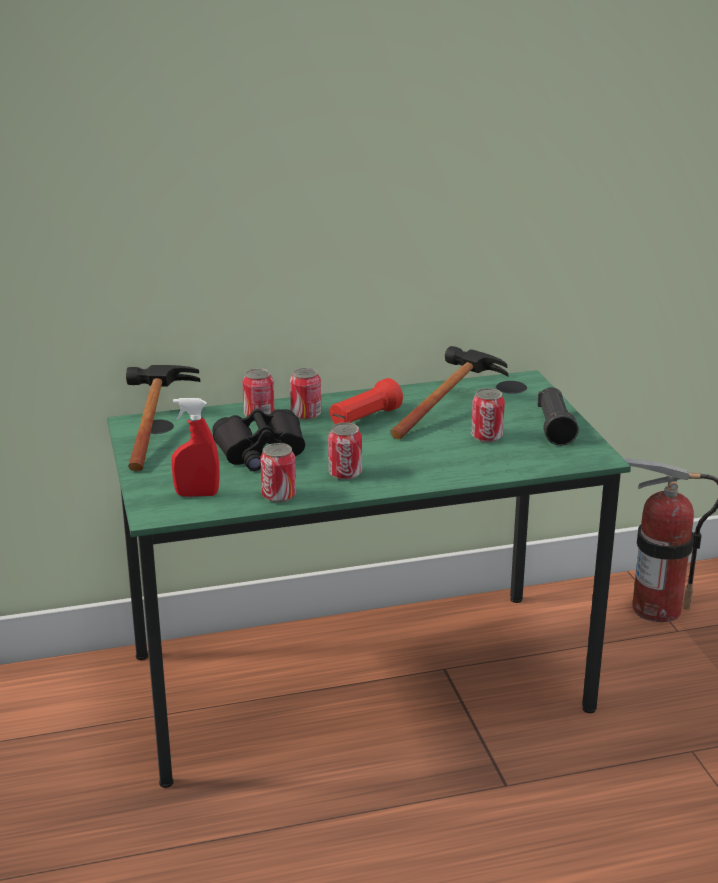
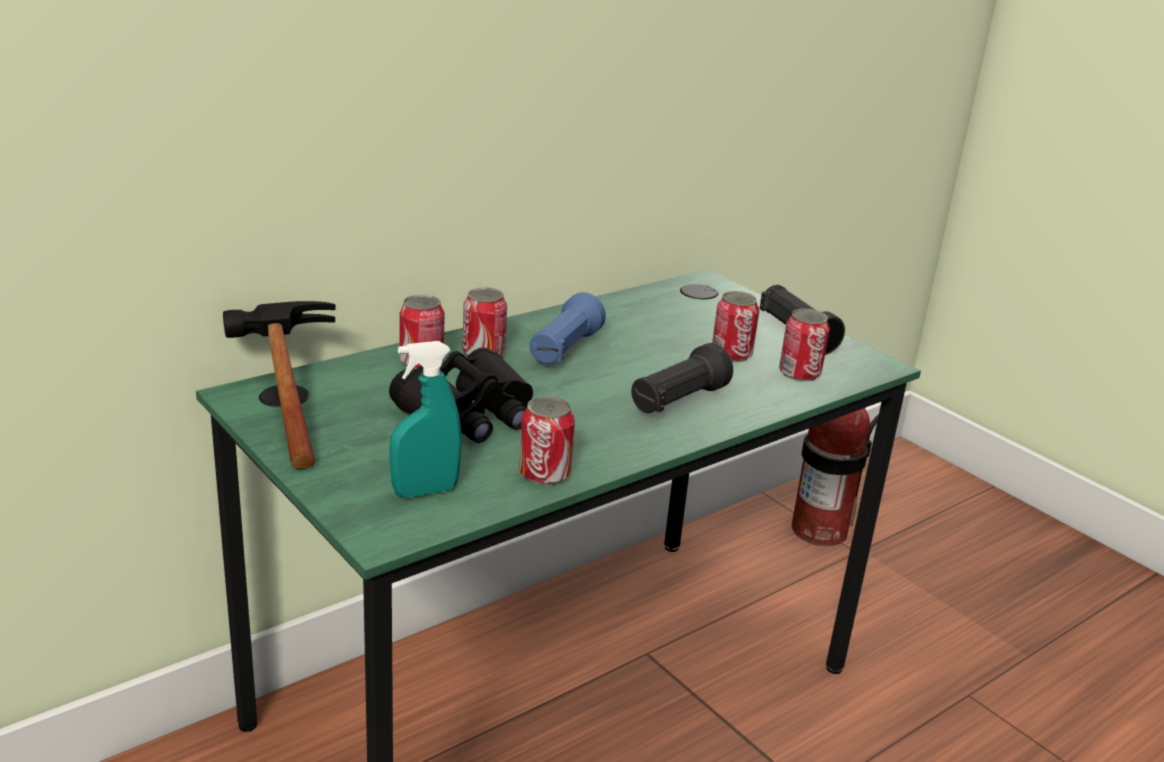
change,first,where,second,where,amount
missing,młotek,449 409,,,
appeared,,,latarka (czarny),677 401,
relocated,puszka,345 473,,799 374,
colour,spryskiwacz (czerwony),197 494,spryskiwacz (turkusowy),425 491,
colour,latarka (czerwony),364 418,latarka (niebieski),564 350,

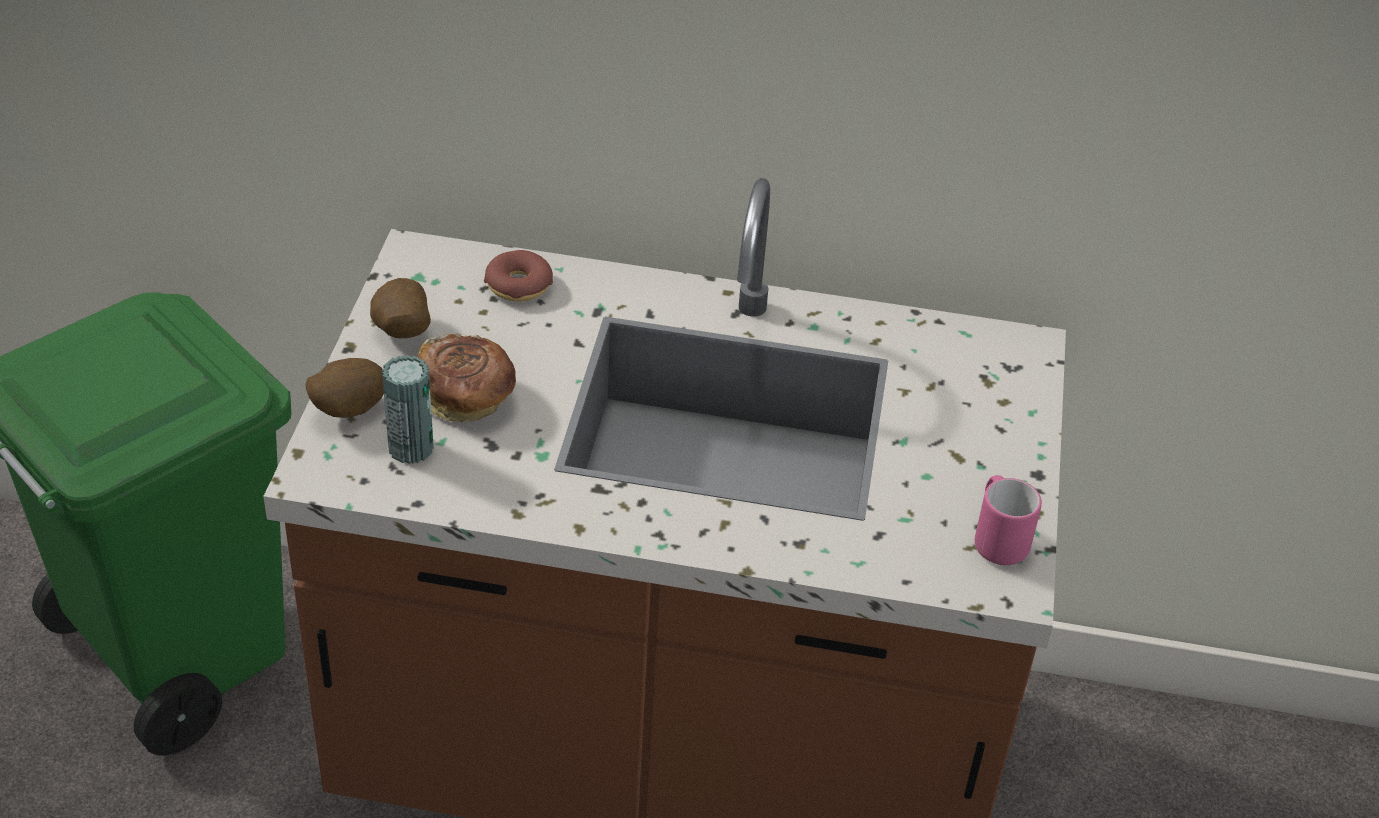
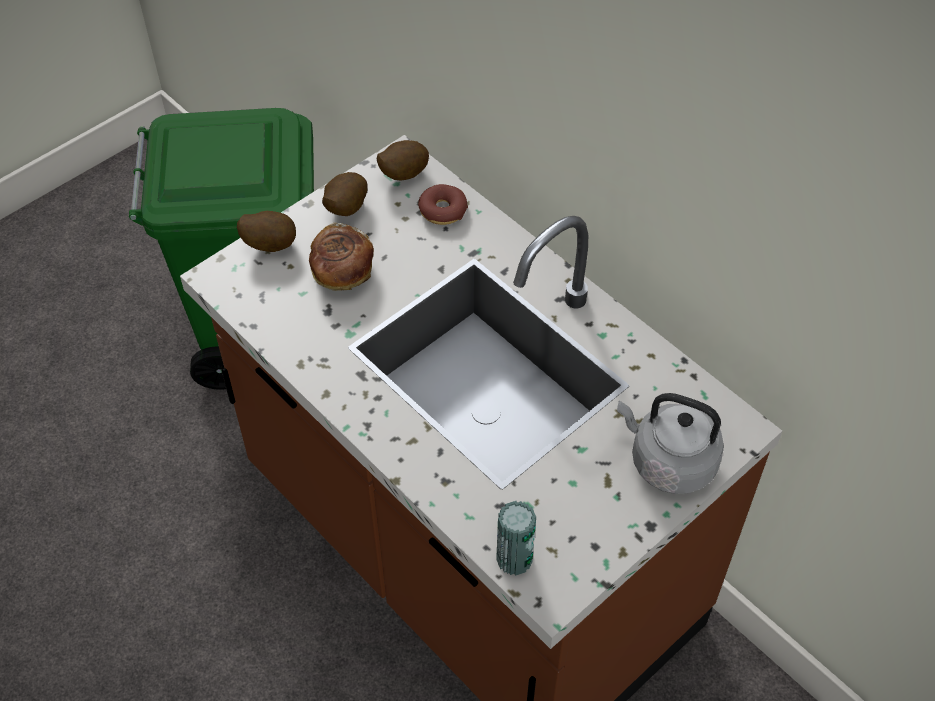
change,first,where,second,where,amount
missing,kubek (różowy),997 539,,,
appeared,,,ziemniak,402 174,
appeared,,,czajnik (szary),668 462,
relocated,puszka,411 448,,514 559,

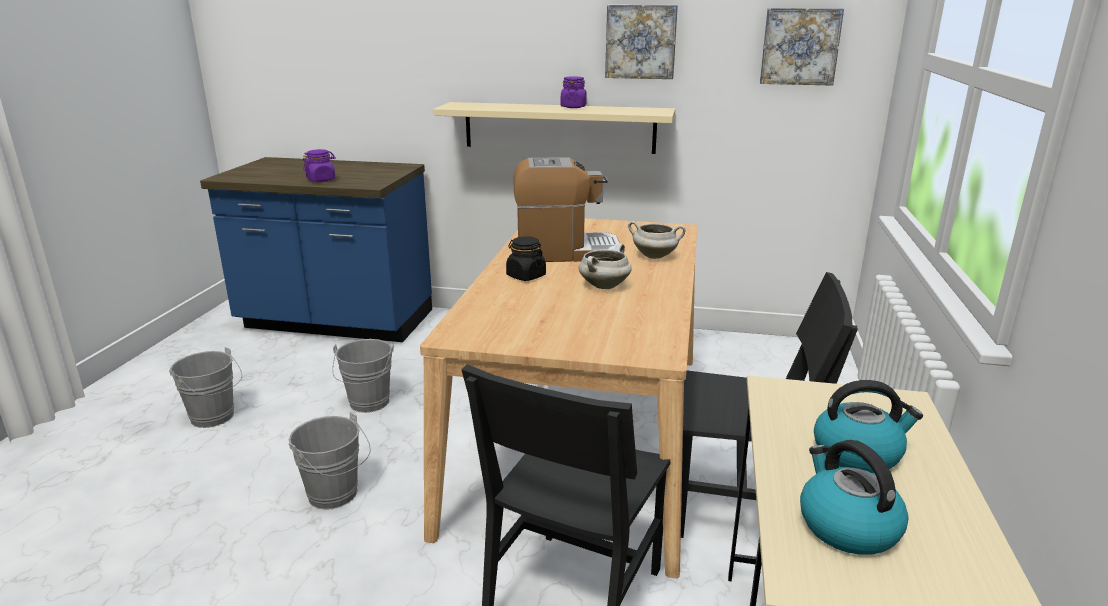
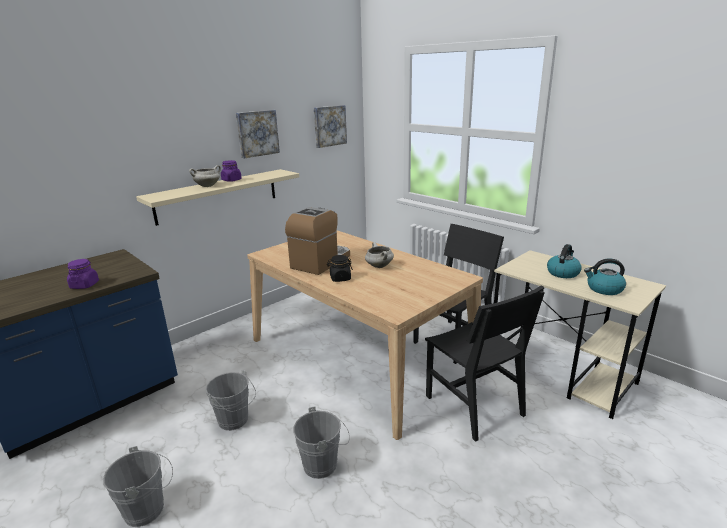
change,first,where,second,where,amount
relocated,garnek (biały),655 256,,207 186,

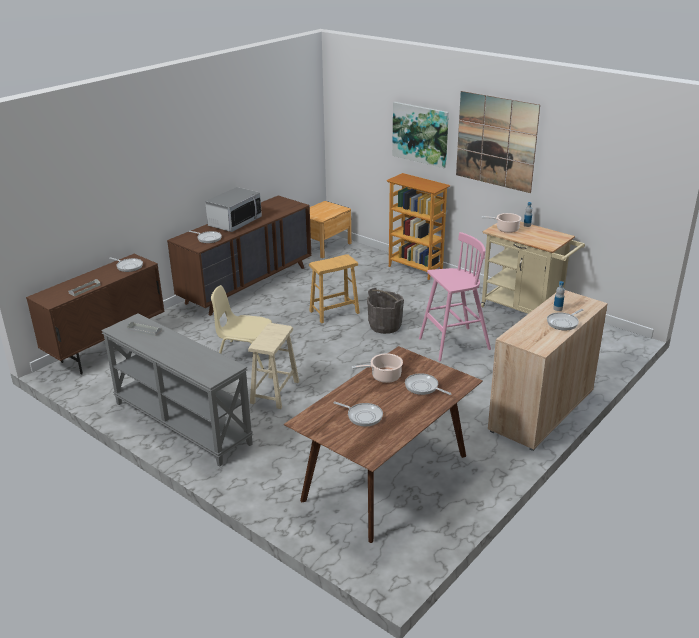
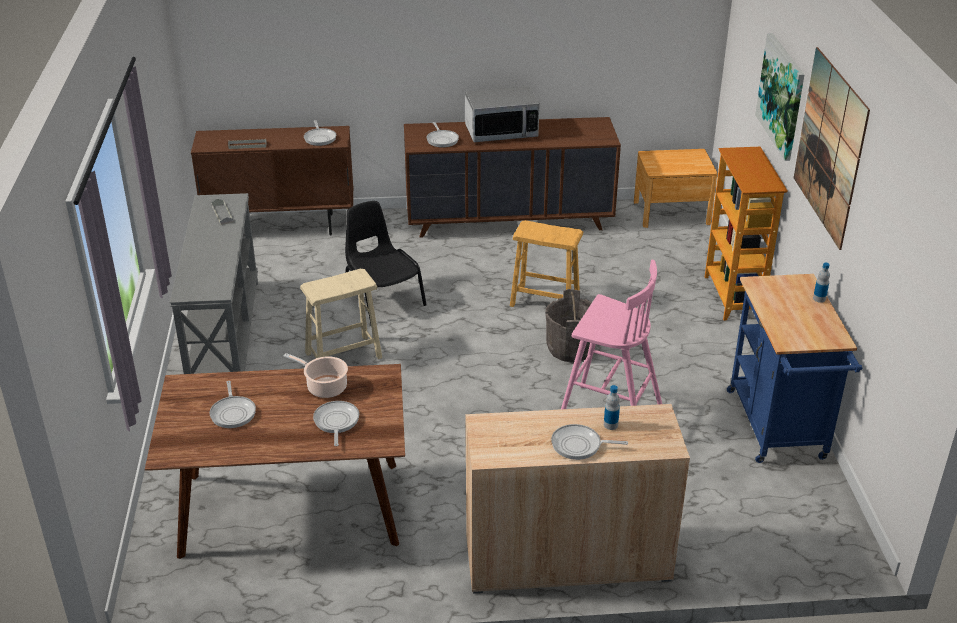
change,first,where,second,where,amount
missing,garnek,506 229,,,
colour,krzesło (beżowy),245 354,krzesło (czarny),383 299,
colour,wózek (beżowy),525 311,wózek (niebieski),778 430,

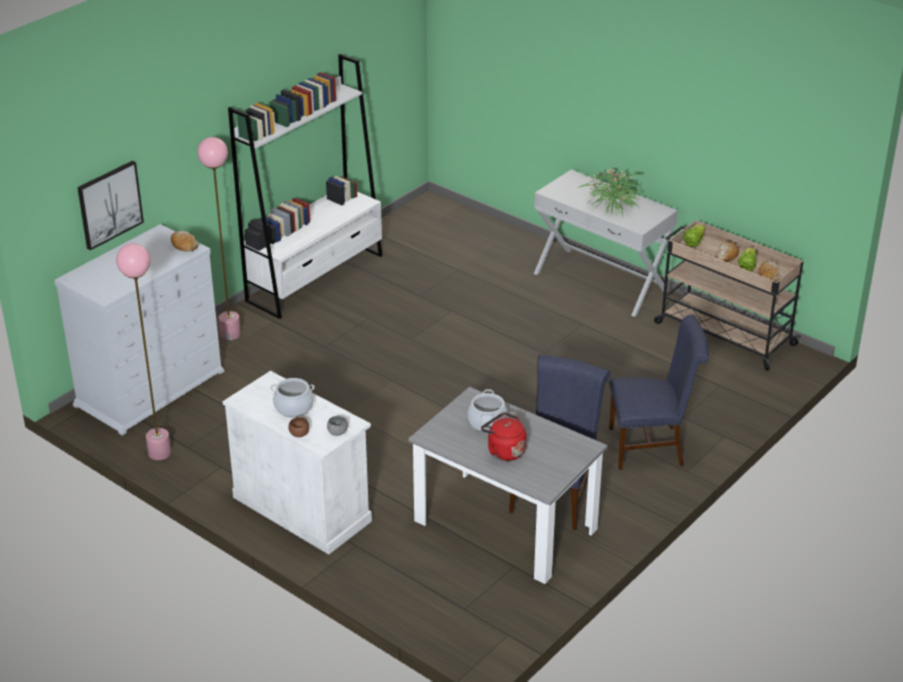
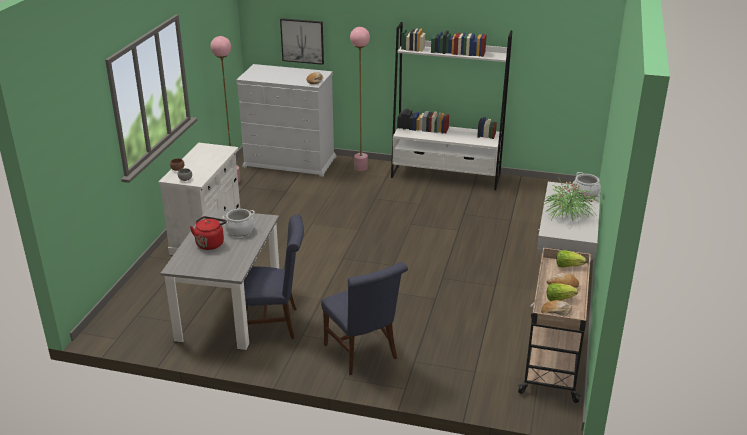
change,first,where,second,where,amount
relocated,garnek,293 407,,585 194,

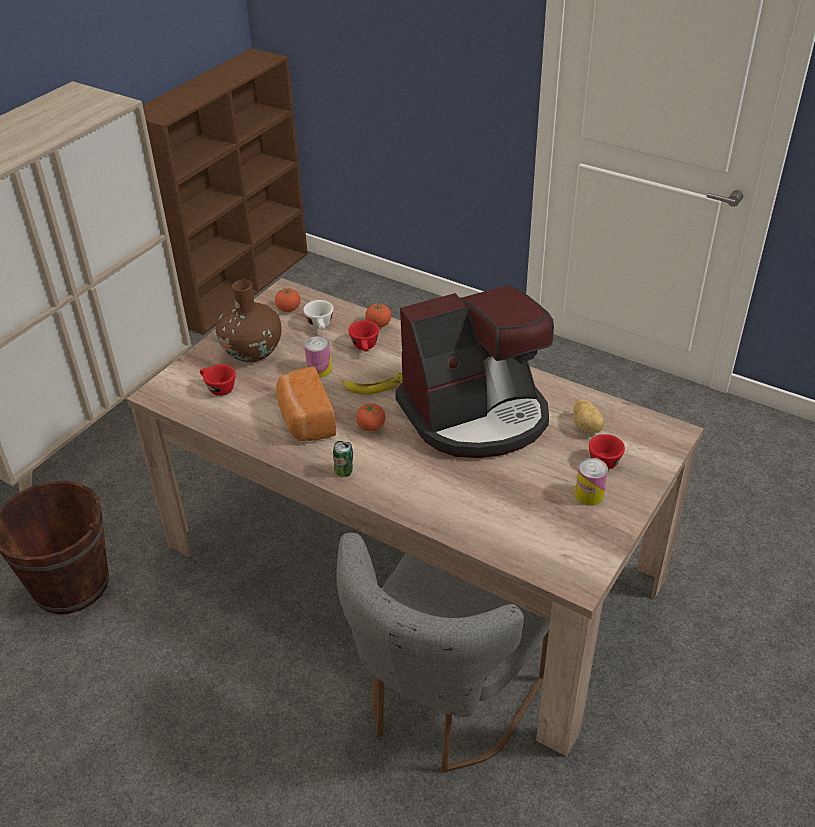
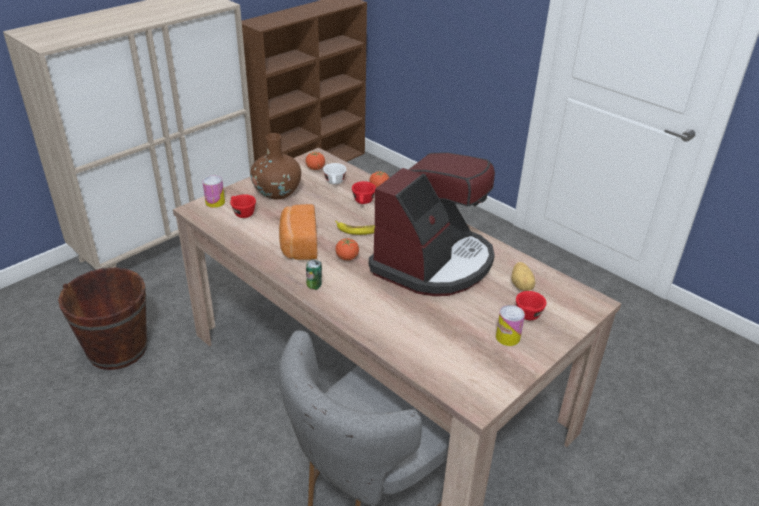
change,first,where,second,where,amount
relocated,puszka,319 370,,215 202,
spun,ekspres do kawy,476 415,,433 262,45 degrees counterclockwise

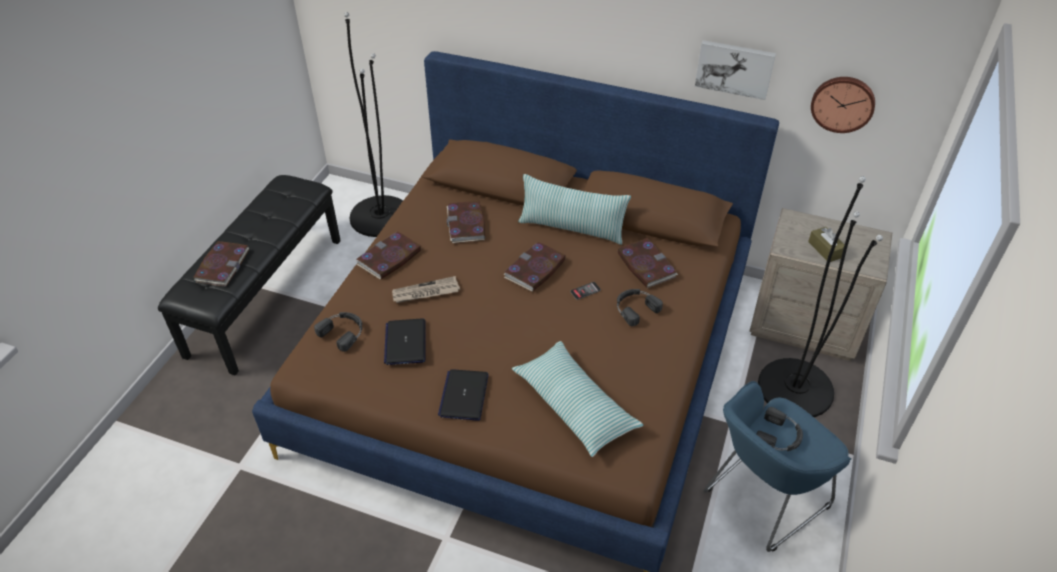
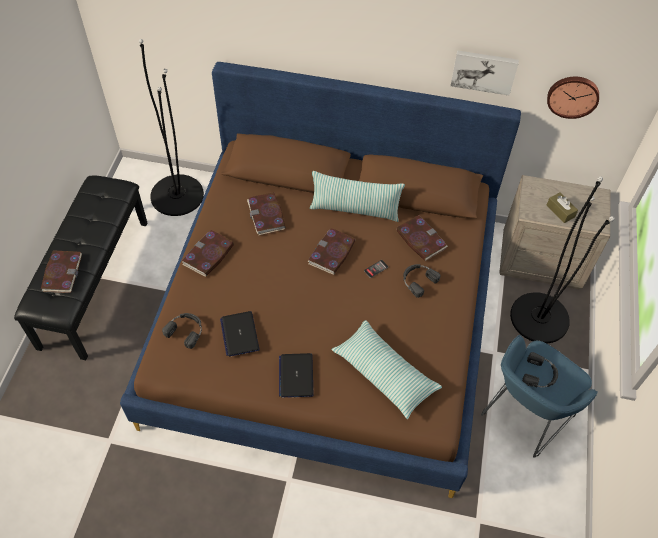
change,first,where,second,where,amount
missing,gazeta,425 292,,,

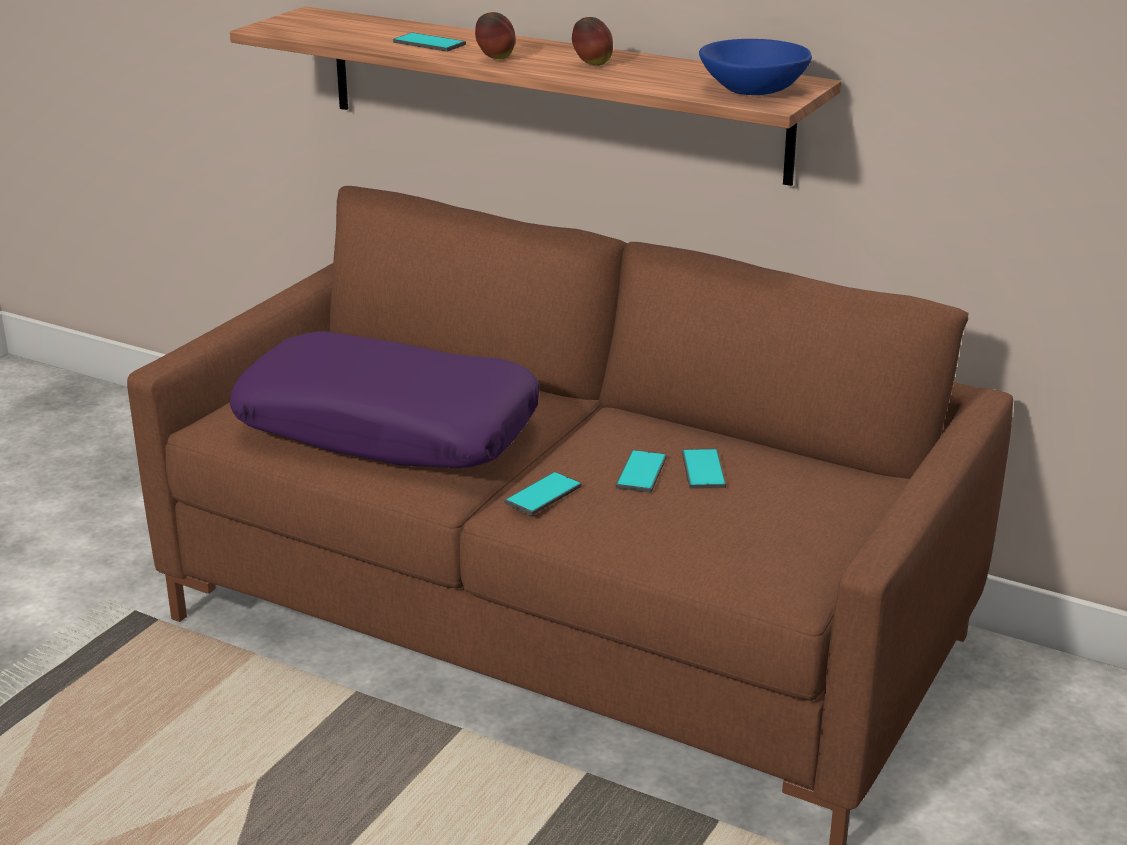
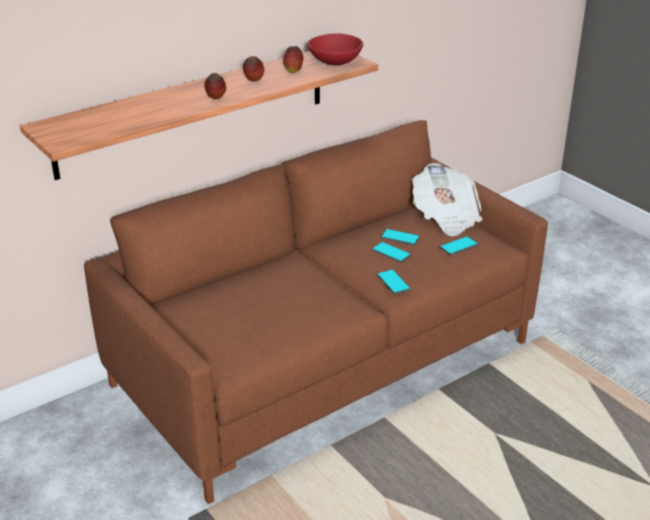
change,first,where,second,where,amount
missing,poduszka (fioletowy),389 428,,,
appeared,,,jabłko,293 71,
appeared,,,gazeta,445 217,
relocated,telefon,429 43,,458 246,
colour,miska (niebieski),752 90,miska (czerwony),335 62,

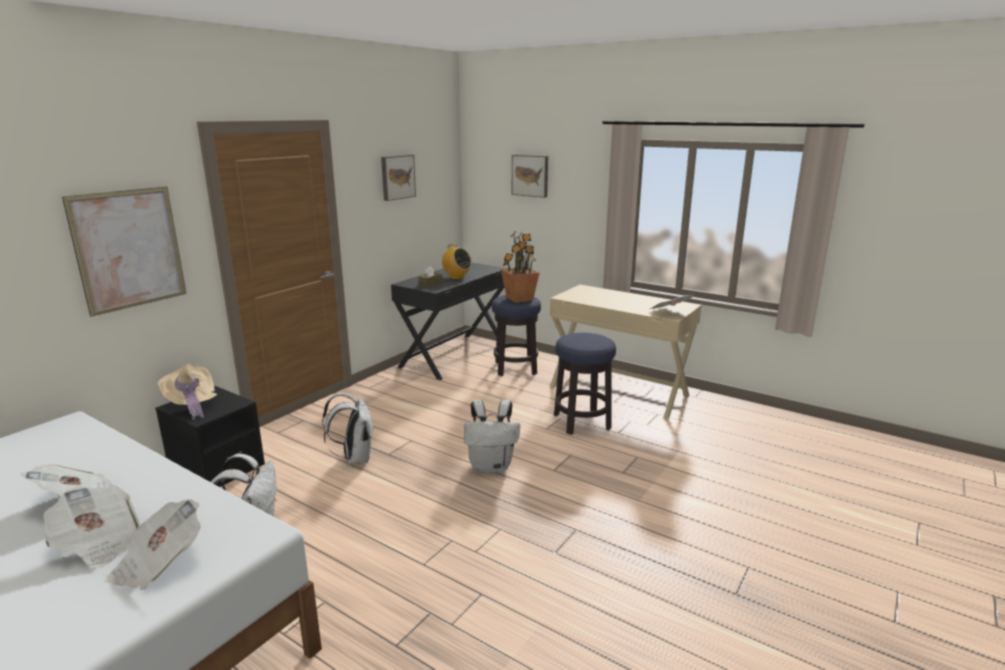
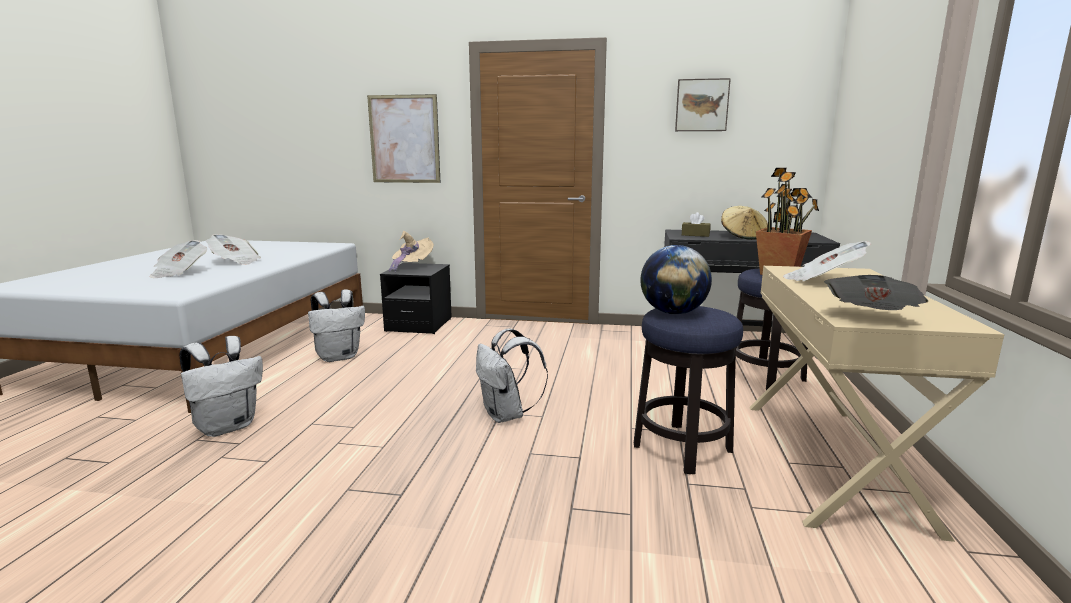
change,first,where,second,where,amount
missing,obraz,530 175,,,
appeared,,,globus,673 313,
relocated,gazeta,159 563,,822 281,
relocated,plecak (biały),354 458,,227 426,
exchanged,radio,456 277,kapelusz (beżowy),743 237,

